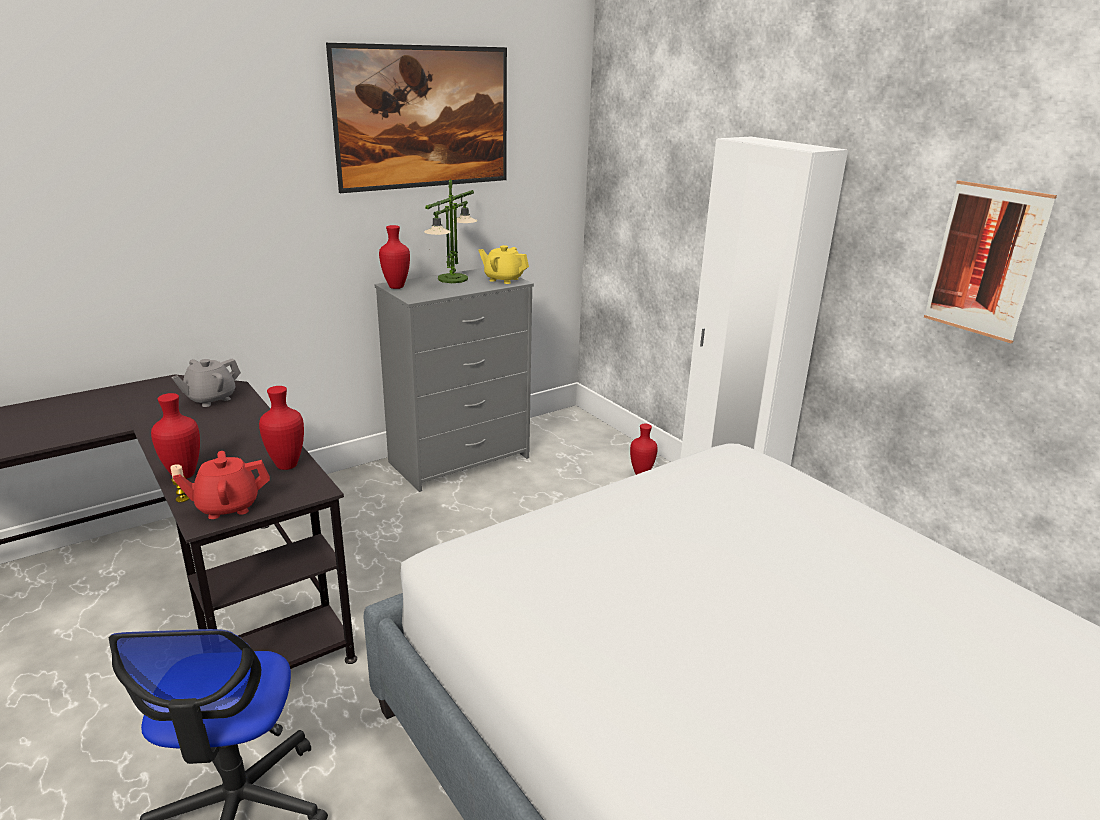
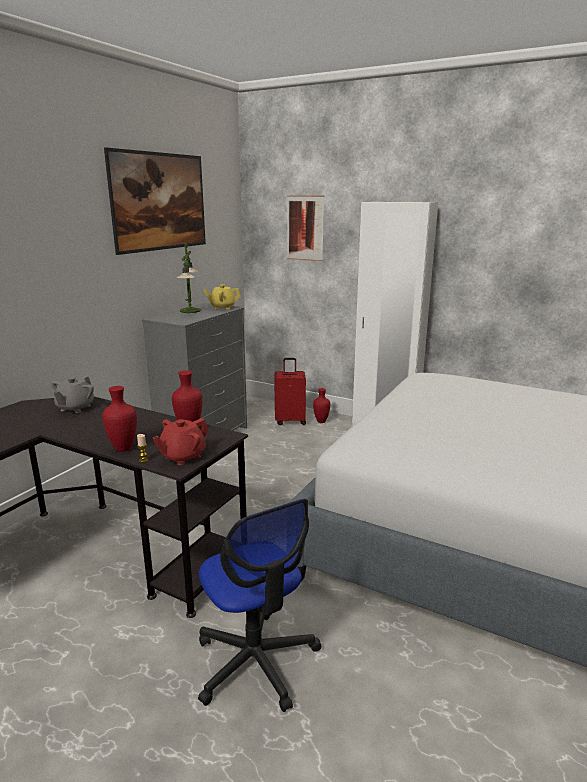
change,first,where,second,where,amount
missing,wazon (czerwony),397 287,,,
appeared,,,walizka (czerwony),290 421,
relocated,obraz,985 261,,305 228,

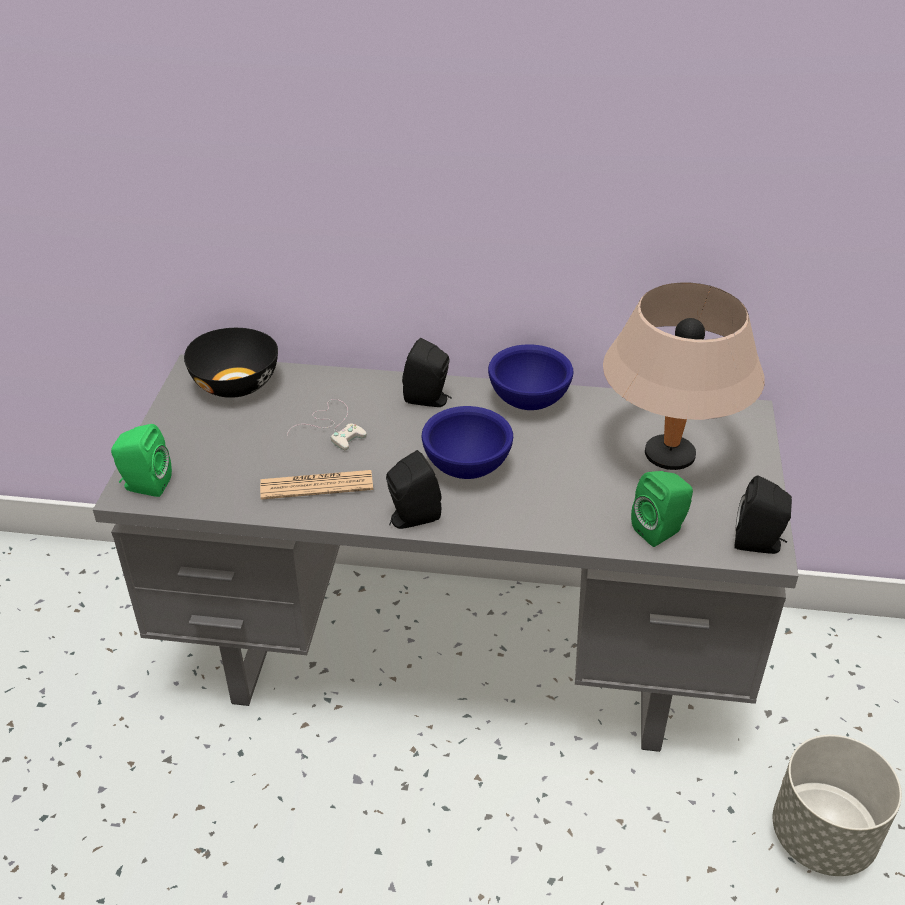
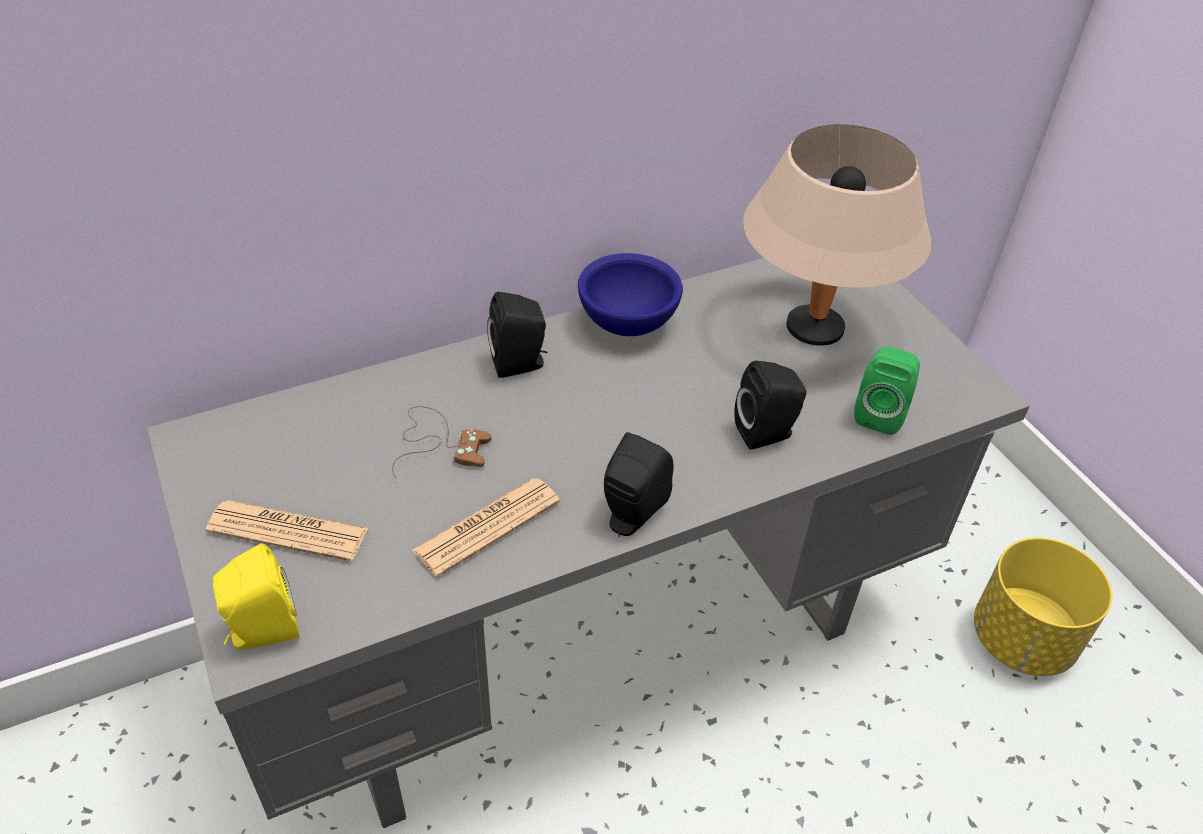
change,first,where,second,where,amount
missing,miska (czarny),237 384,,,
missing,miska (niebieski),465 467,,,
appeared,,,gazeta,288 531,
relocated,głośnik (czarny),759 543,,767 433,
colour,głośnik (zielony),144 486,głośnik (żółty),262 631,
colour,pad do gier (biały),333 426,pad do gier (brązowy),438 442,
colour,donica (szary),821 836,donica (żółty),1021 639,

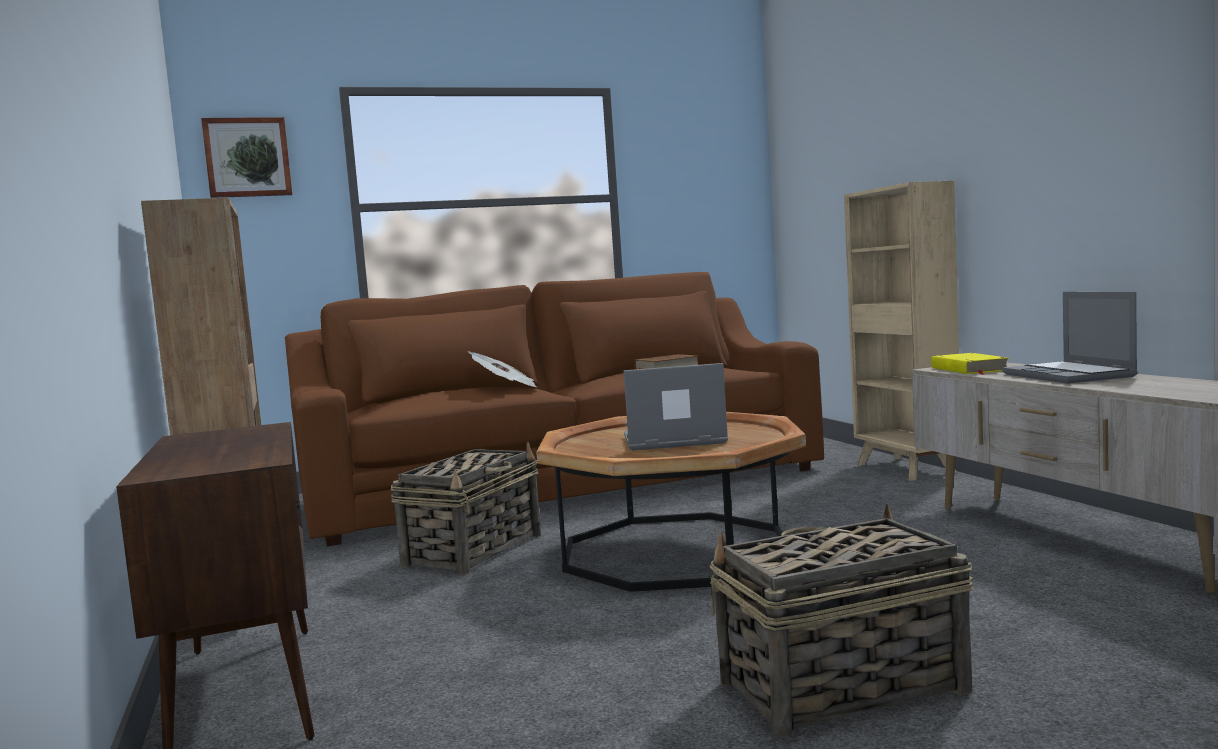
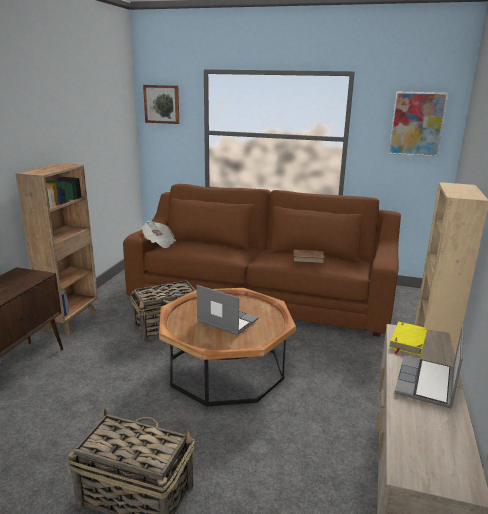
change,first,where,second,where,amount
appeared,,,obraz,416 124,
relocated,gazeta,506 388,,159 243,

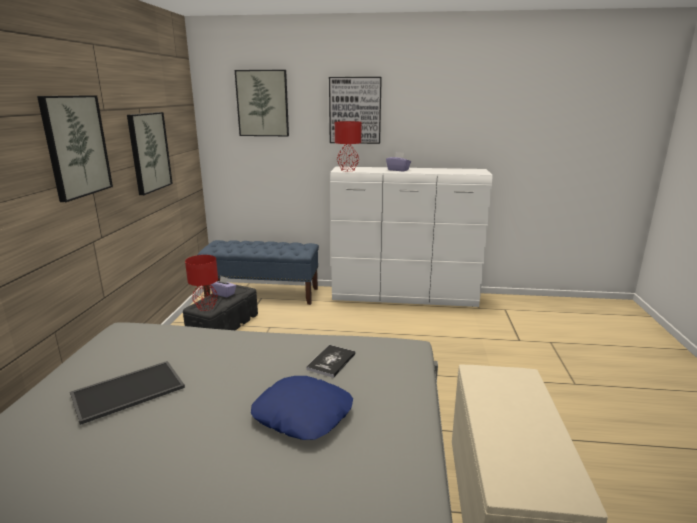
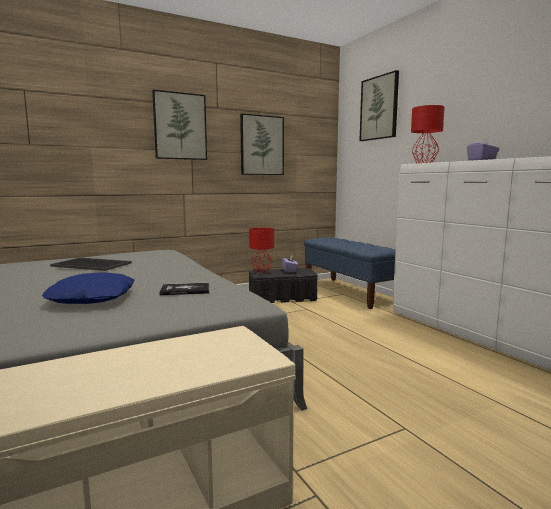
change,first,where,second,where,amount
missing,obraz,355 110,,,

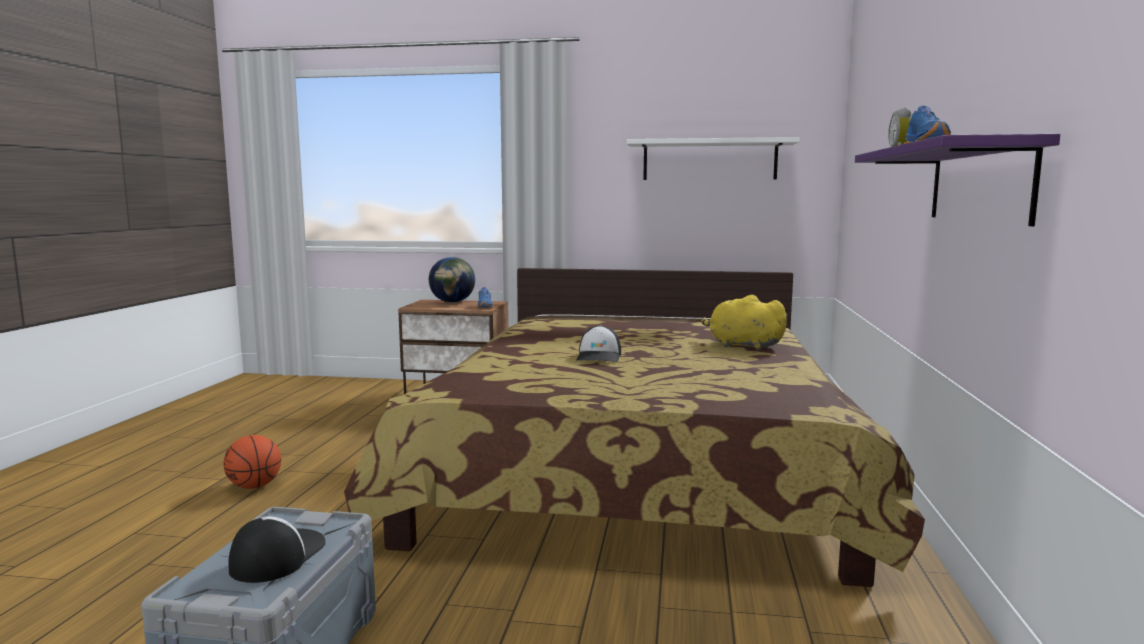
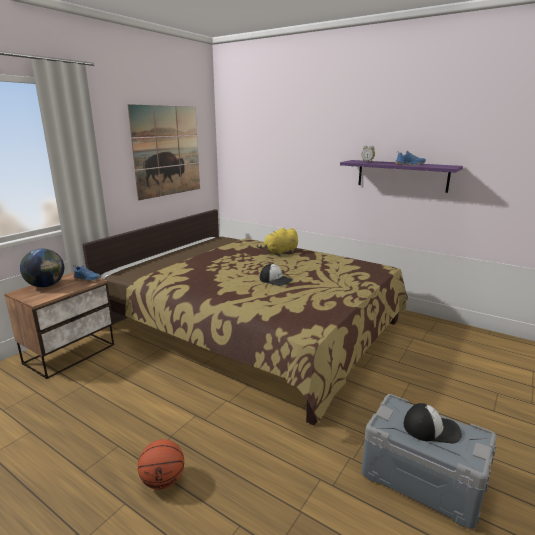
change,first,where,second,where,amount
exchanged,półka (biały),709 160,obraz,167 151,
spun,czapka z daszkiem,277 556,,431 428,150 degrees clockwise

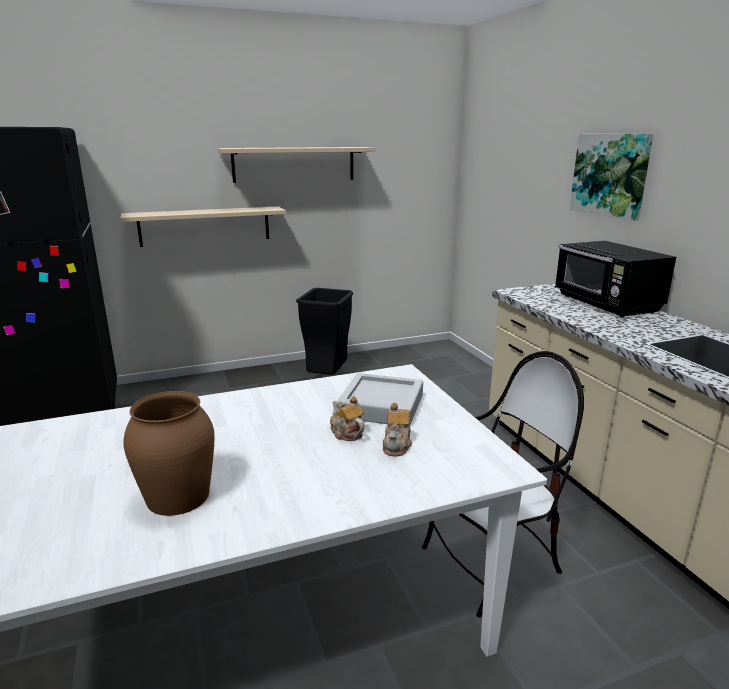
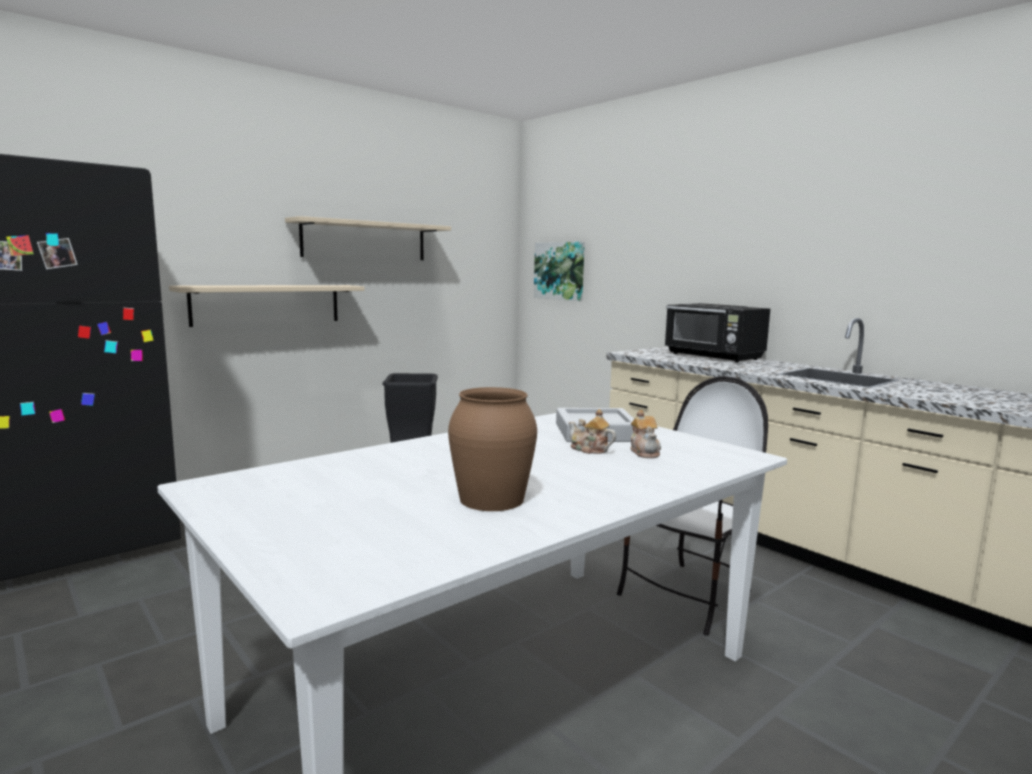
change,first,where,second,where,amount
relocated,obraz,610 175,,560 271,

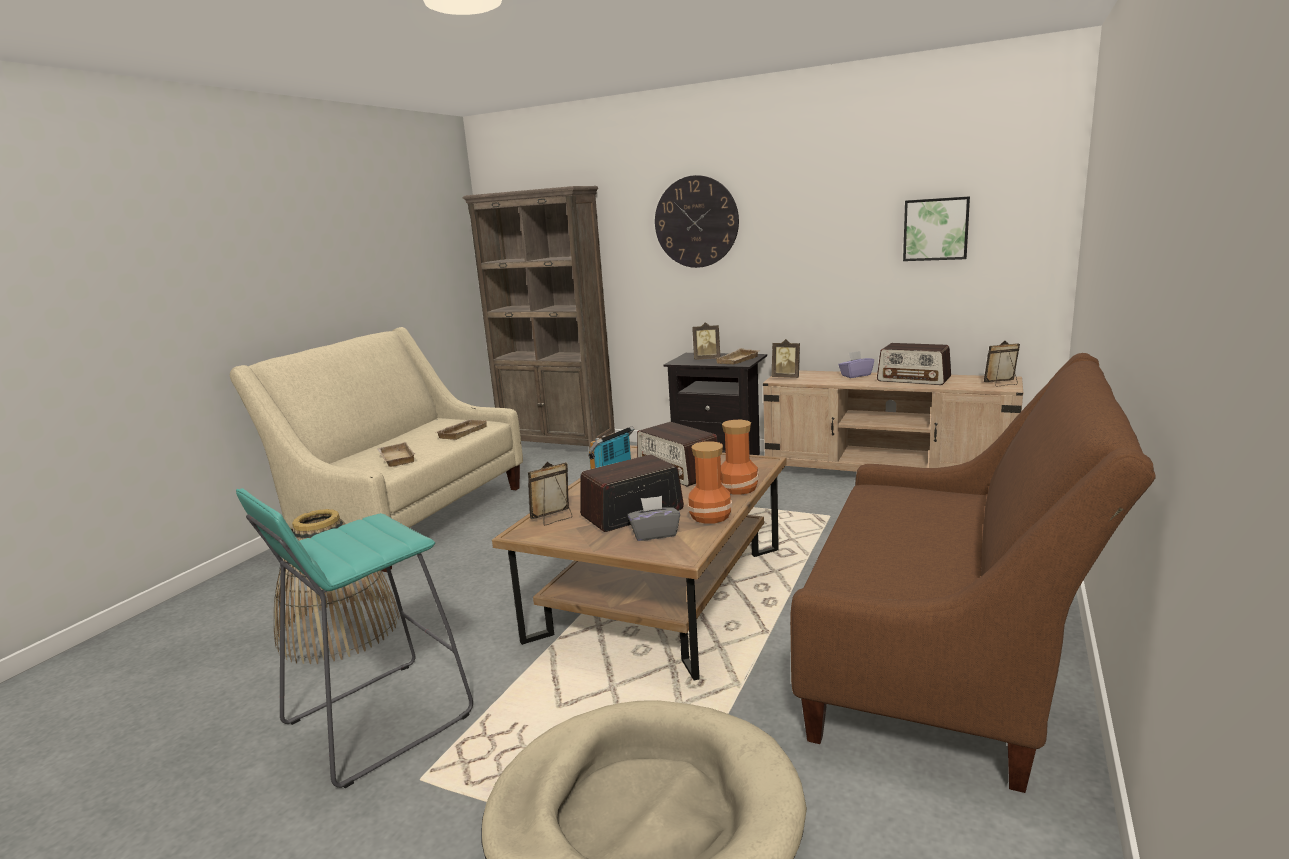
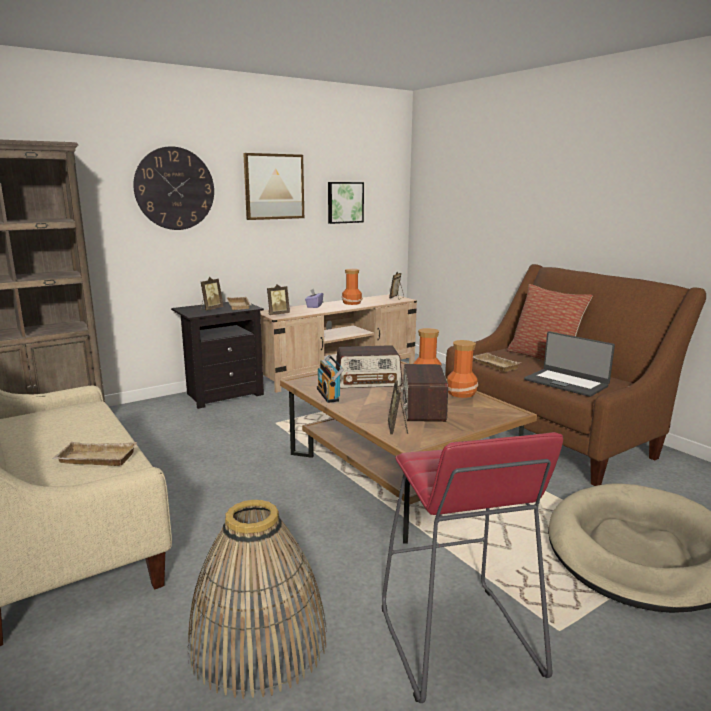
change,first,where,second,where,amount
missing,pudełko chusteczek (szary),654 534,,,
appeared,,,obraz,274 186,
appeared,,,poduszka,544 357,
appeared,,,laptop,566 383,
relocated,taca (beżowy),462 432,,493 365,
exchanged,radio,914 379,wazon,351 303,
colour,stołek (turkusowy),376 720,stołek (czerwony),457 641,

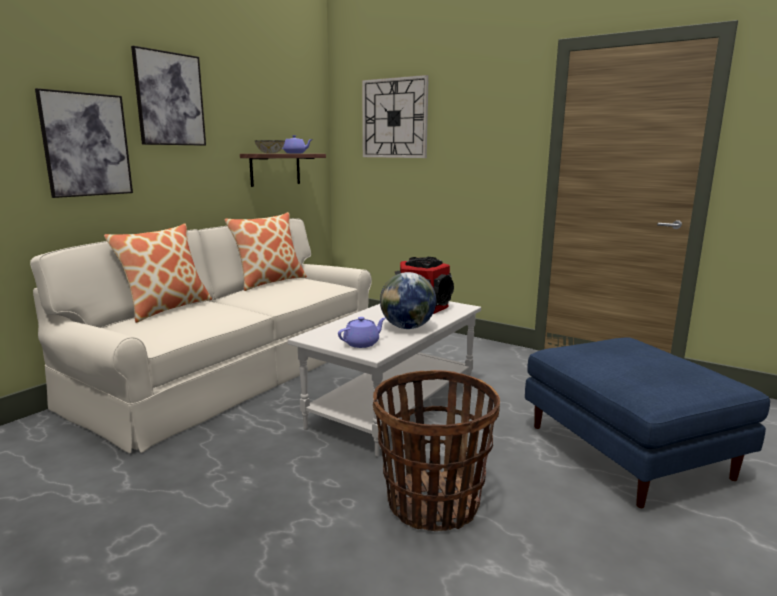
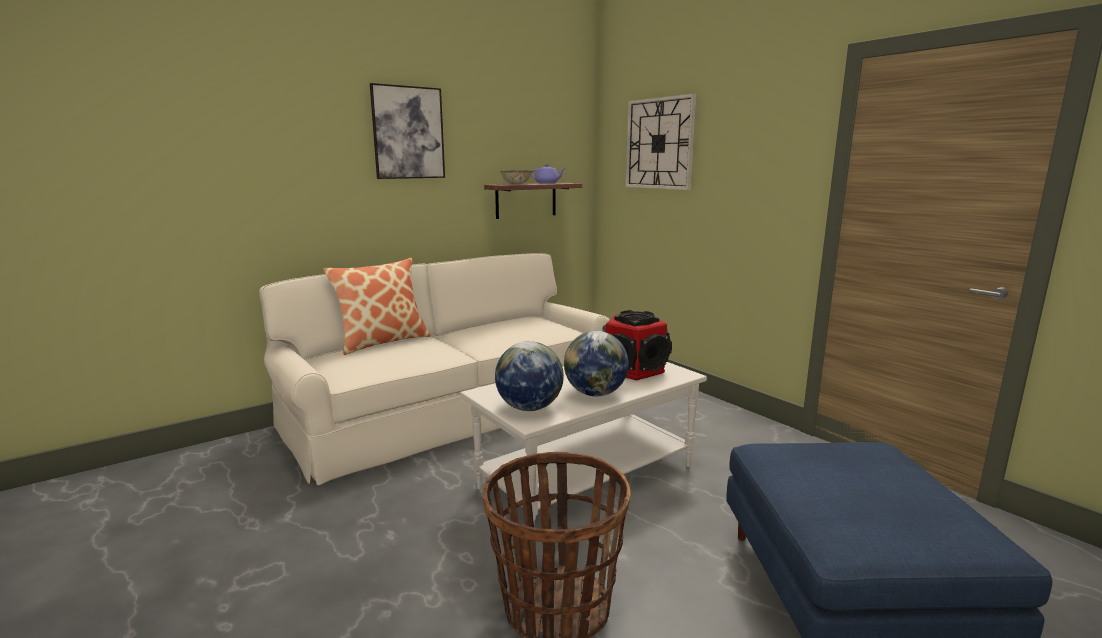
change,first,where,second,where,amount
missing,obraz,86 145,,,
missing,poduszka,269 282,,,
exchanged,imbryk (fioletowy),362 343,globus,529 408,

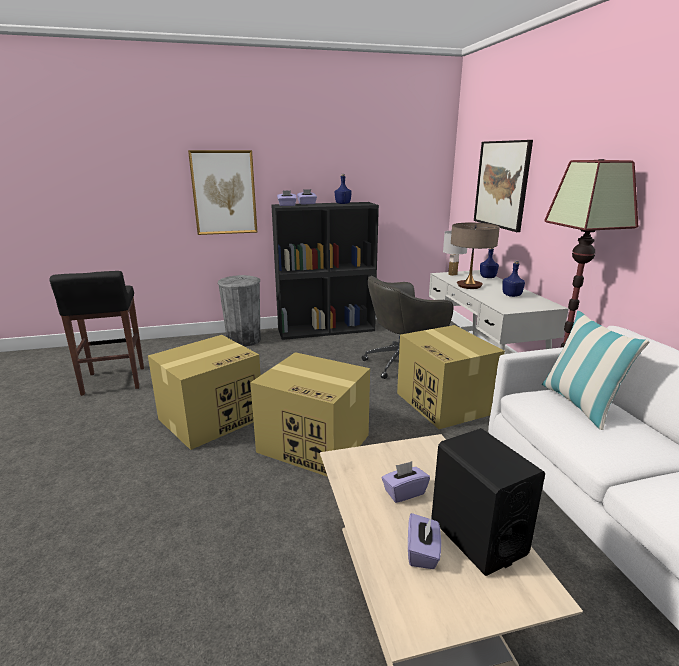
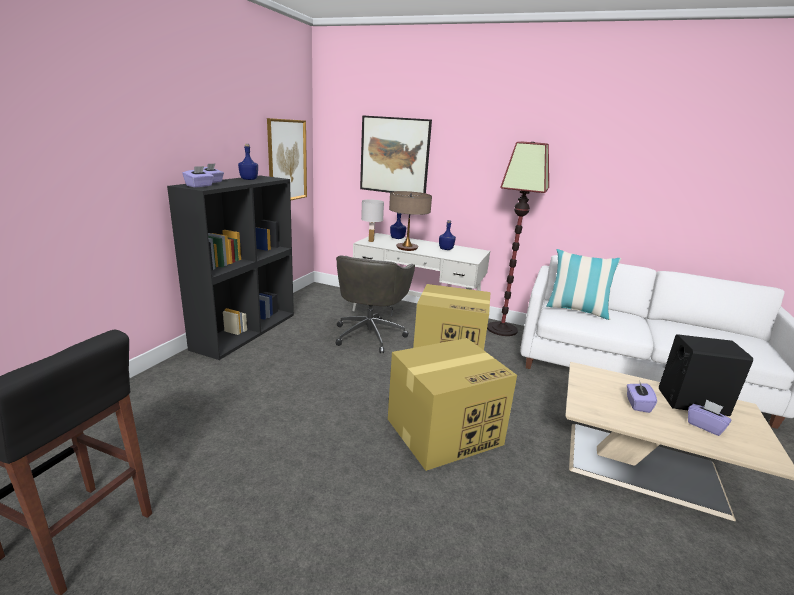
change,first,where,second,where,amount
missing,karton,212 418,,,
missing,kosz na śmieci (szary),244 340,,,
relocated,obraz,224 193,,287 160,

